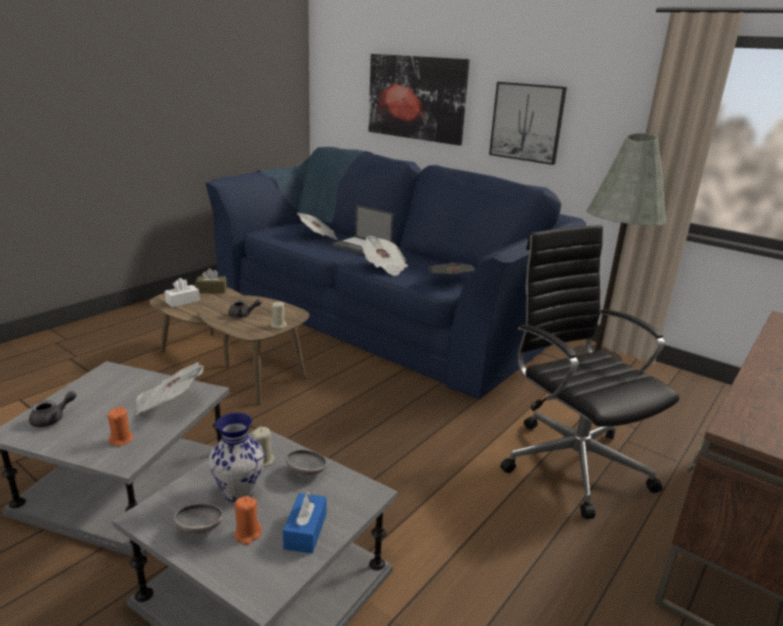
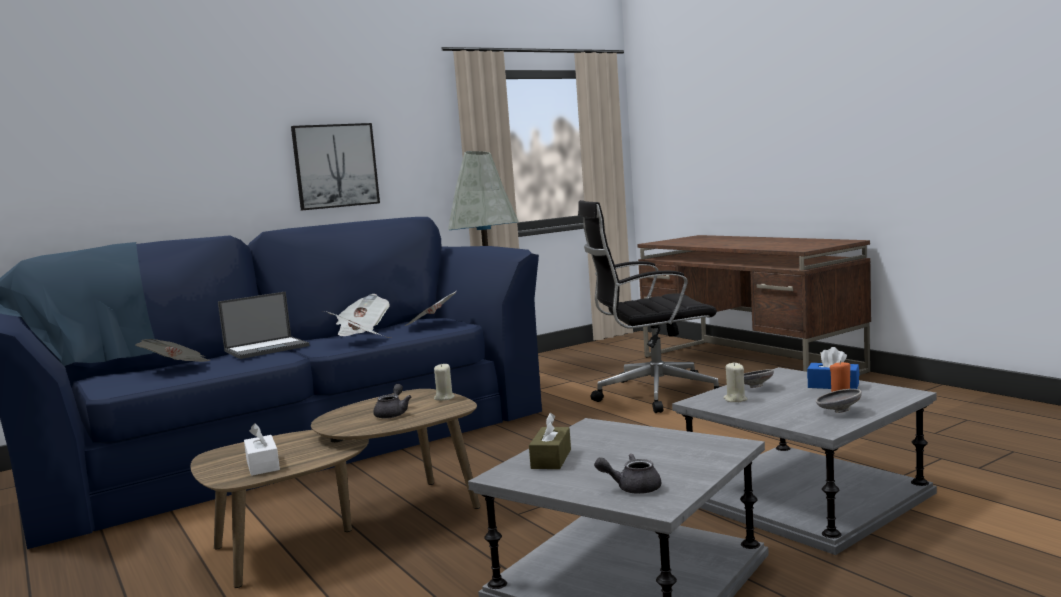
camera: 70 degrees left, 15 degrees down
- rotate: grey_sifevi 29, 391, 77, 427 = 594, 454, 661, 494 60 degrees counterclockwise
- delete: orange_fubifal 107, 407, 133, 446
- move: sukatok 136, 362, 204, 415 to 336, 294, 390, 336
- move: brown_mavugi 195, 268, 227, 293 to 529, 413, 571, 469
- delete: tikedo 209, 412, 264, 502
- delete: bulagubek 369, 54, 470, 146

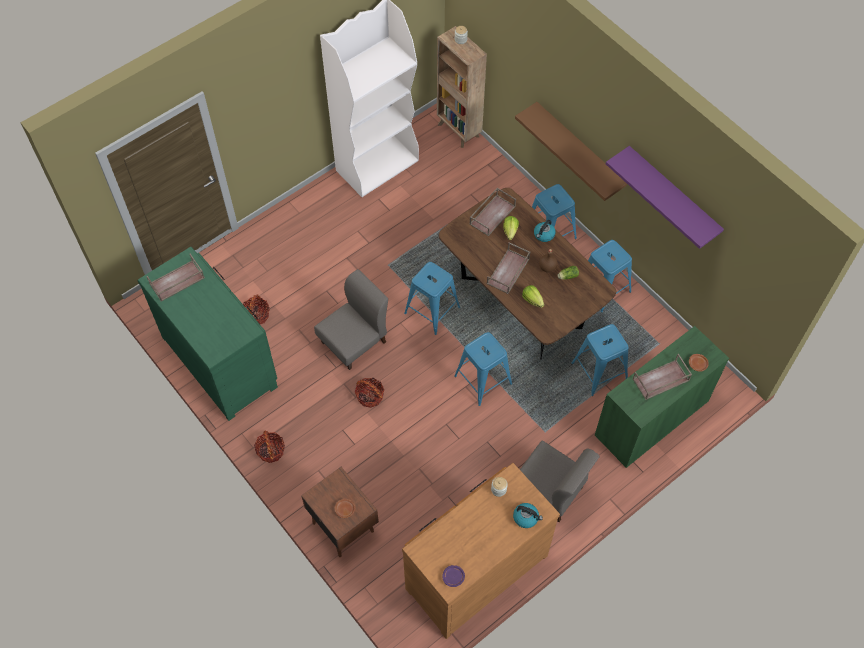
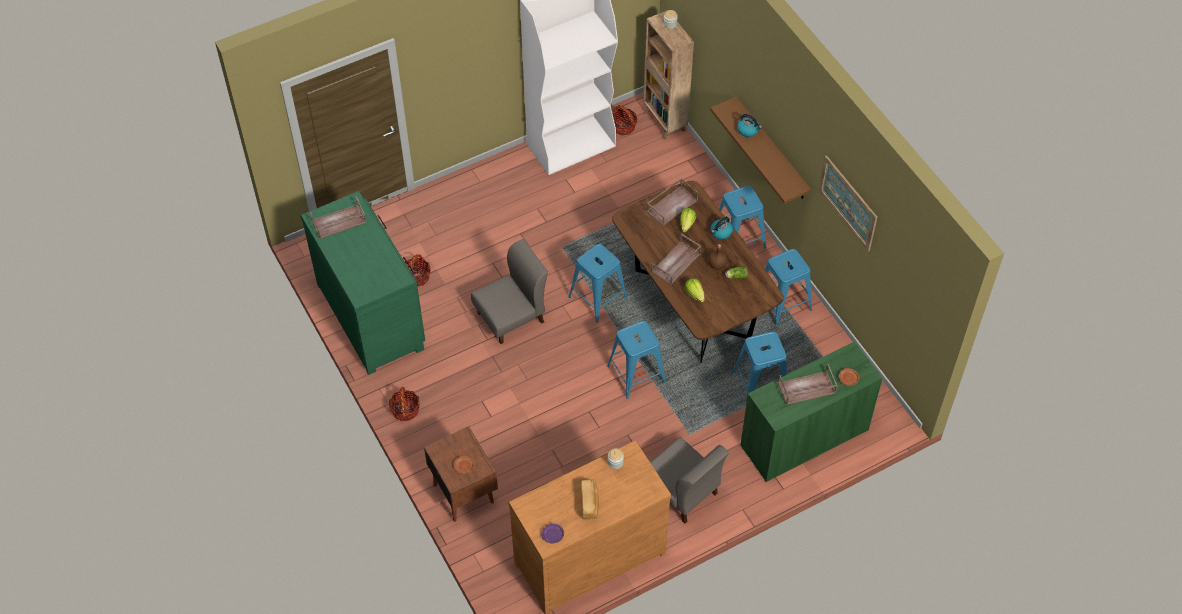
camera: 10 degrees right, 5 degrees down
- move: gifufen 355, 378, 384, 408 to 612, 105, 638, 135
- move: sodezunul 513, 503, 543, 528 to 737, 114, 762, 137
- replace: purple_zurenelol 606, 146, 724, 249 to bulagubek 819, 155, 877, 251
- insert: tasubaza 580, 479, 599, 520

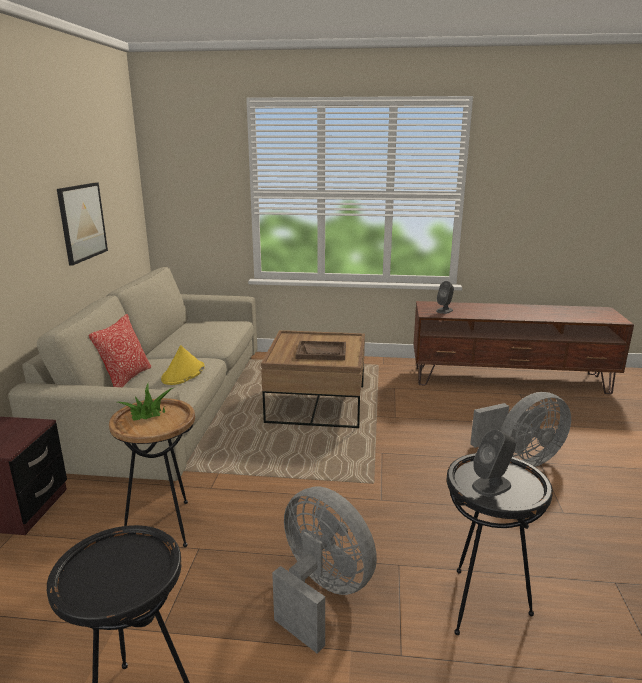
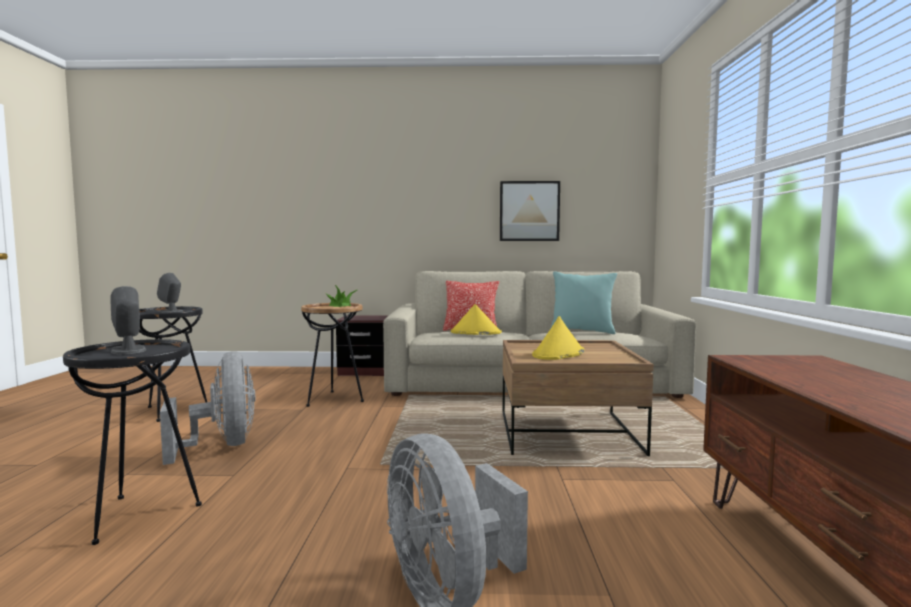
camera: 85 degrees right, 15 degrees down
- rotate: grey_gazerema 272, 487, 377, 654 = 160, 351, 255, 465 60 degrees counterclockwise
- replace: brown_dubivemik 296, 341, 346, 360 to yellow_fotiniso 532, 316, 585, 360
- move: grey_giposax 436, 281, 454, 314 to 157, 273, 183, 313
- insert: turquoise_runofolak 550, 271, 617, 334

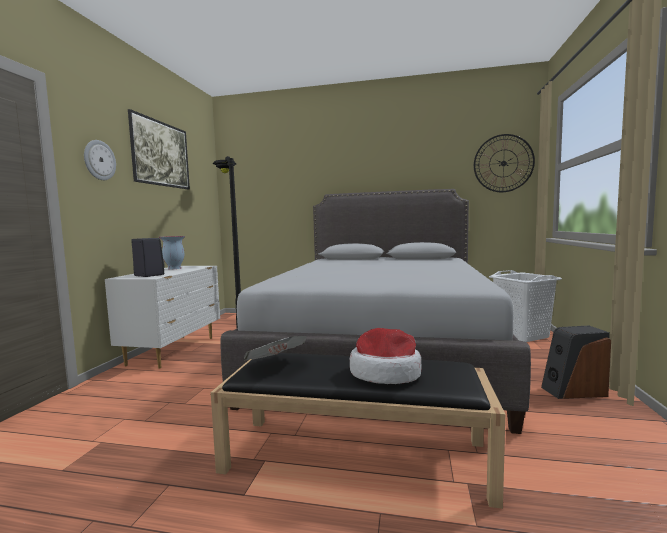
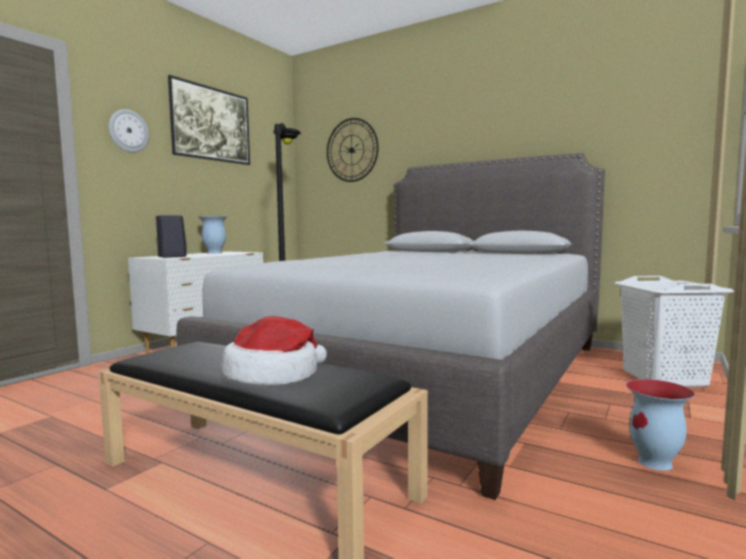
camera: 20 degrees right, 0 degrees up
- delete: sukatok 244, 336, 307, 360
- move: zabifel 474, 134, 535, 192 to 327, 118, 378, 182
- replace: giposax 541, 326, 611, 399 to tikedo 626, 379, 695, 471

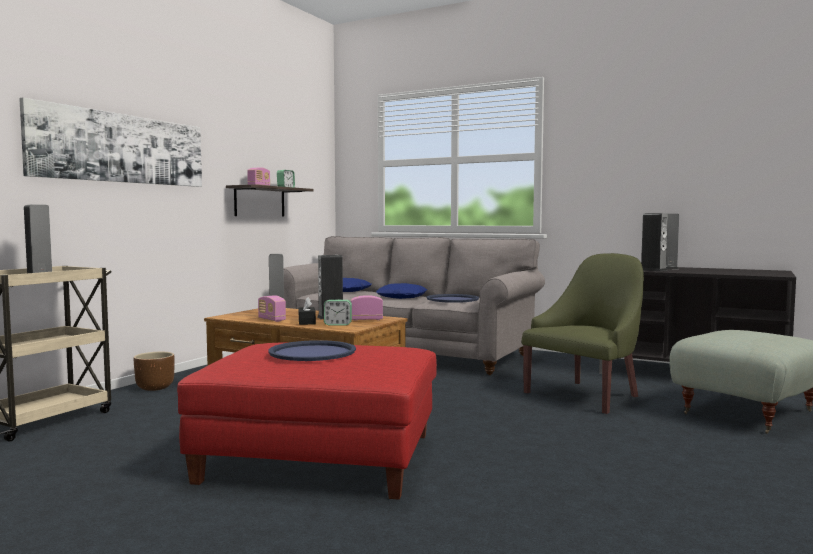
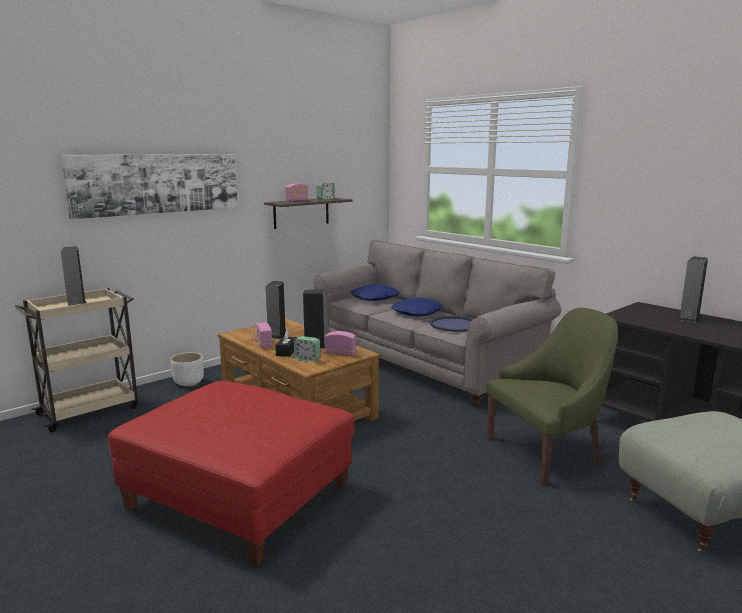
camera: 20 degrees right, 10 degrees up
- recolor: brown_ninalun 134, 352, 175, 391 to white_ninalun 170, 352, 204, 386
- delete: blue_dubivemik 269, 340, 356, 361
- delete: giposax 641, 213, 668, 271

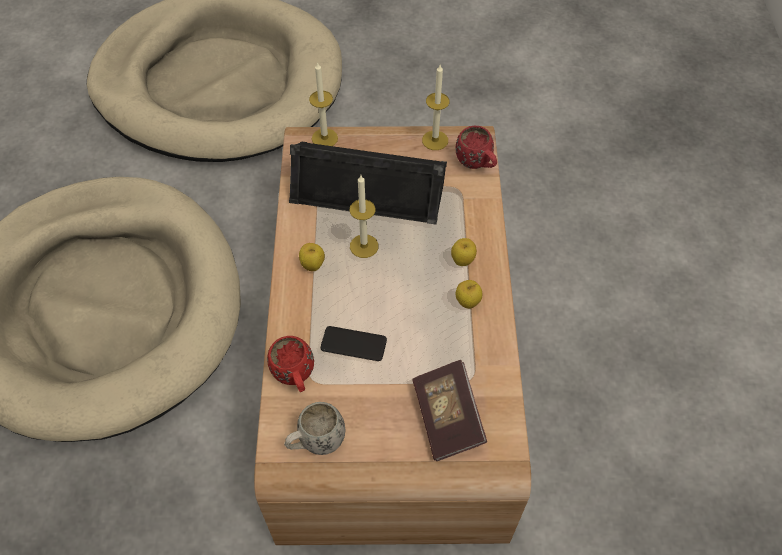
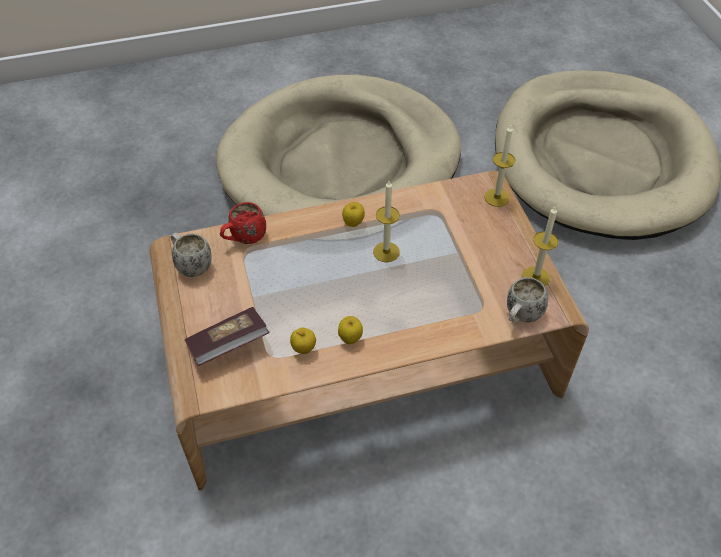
camera: 75 degrees right, 5 degrees down
- delete: black_giposax 289, 142, 447, 225
- delete: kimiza 321, 326, 387, 361
- move: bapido 451, 238, 477, 266 to 290, 328, 316, 354
- recolor: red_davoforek 456, 126, 497, 169 to white_davoforek 507, 277, 548, 322

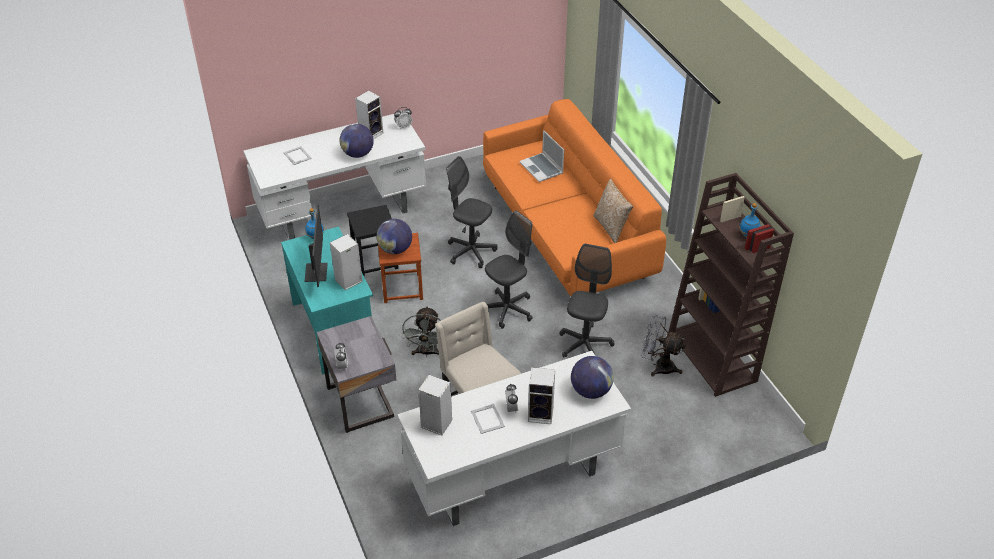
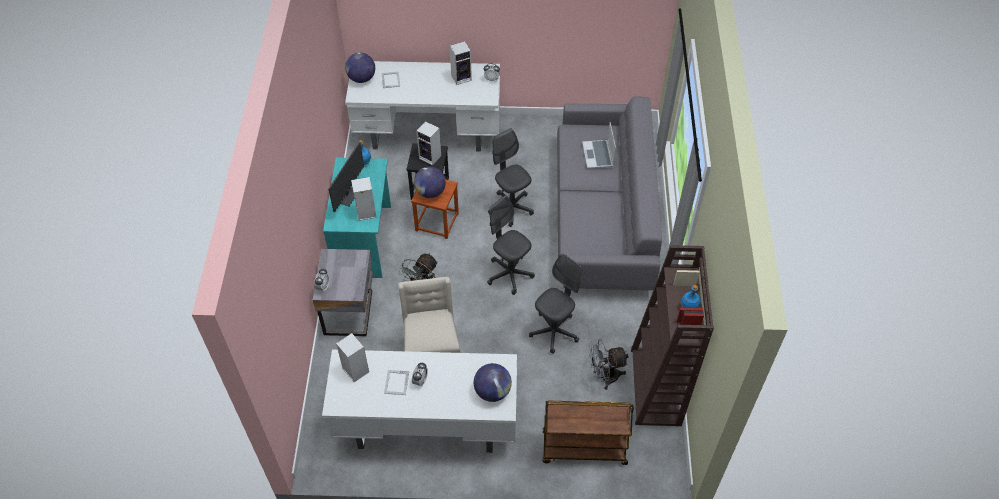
camera: 25 degrees right, 10 degrees up
- move: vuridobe 340, 124, 374, 158 to 345, 53, 375, 83
- recolor: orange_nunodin 483, 99, 666, 297 to grey_nunodin 557, 97, 662, 290
- rotate: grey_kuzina 485, 211, 533, 329 = 487, 196, 535, 295 120 degrees counterclockwise
- move: giposax 528, 367, 555, 424 to 416, 121, 441, 165
- delete: runofolak 593, 179, 633, 243
- rotate: grey_gazerema 641, 315, 686, 376 = 589, 339, 628, 390 60 degrees counterclockwise
- insert: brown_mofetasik 543, 400, 634, 465

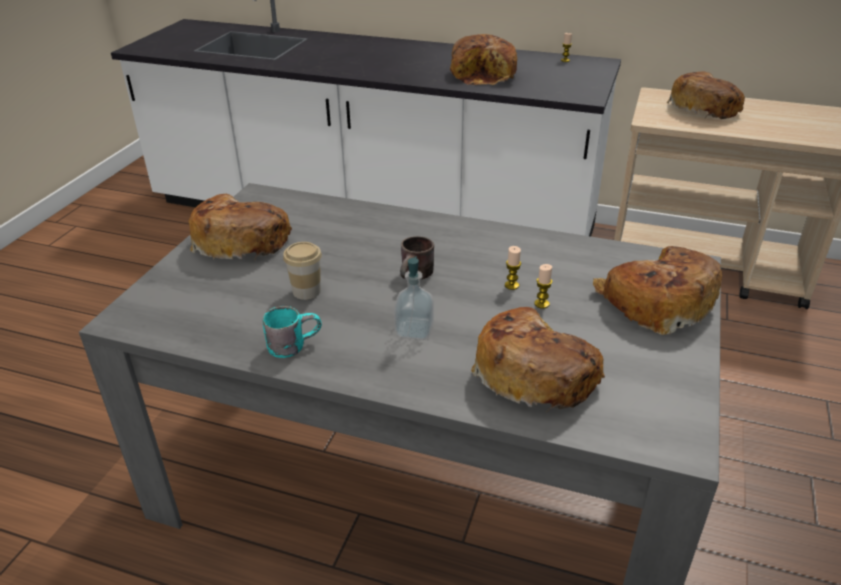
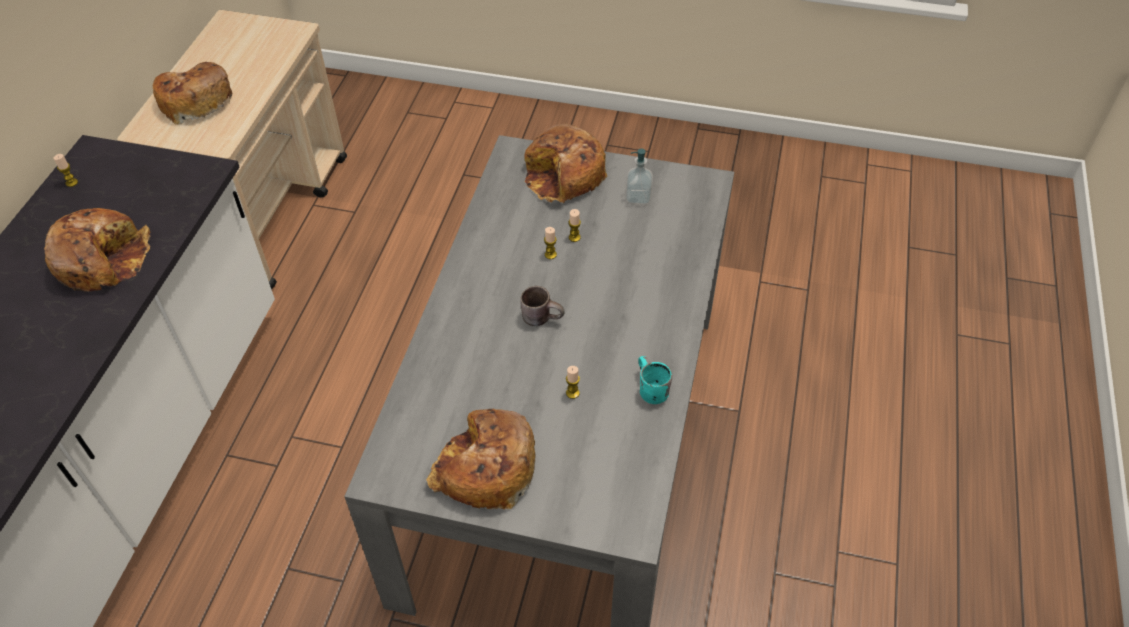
camera: 95 degrees left, 15 degrees up
- replace: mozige 283, 242, 322, 300 to fubifal 566, 366, 580, 399
- move: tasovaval 394, 257, 434, 340 to 625, 149, 653, 205
- delete: tasubaza 471, 307, 605, 414

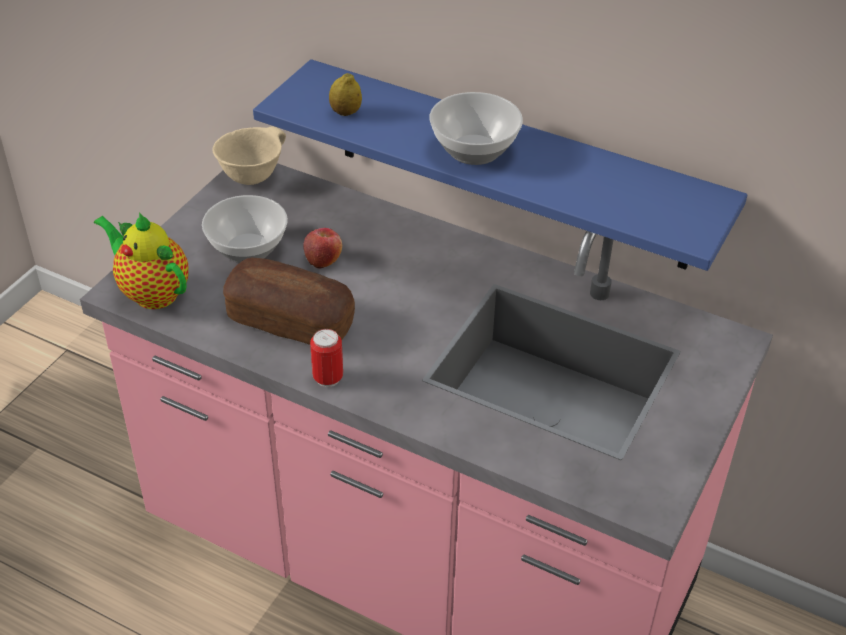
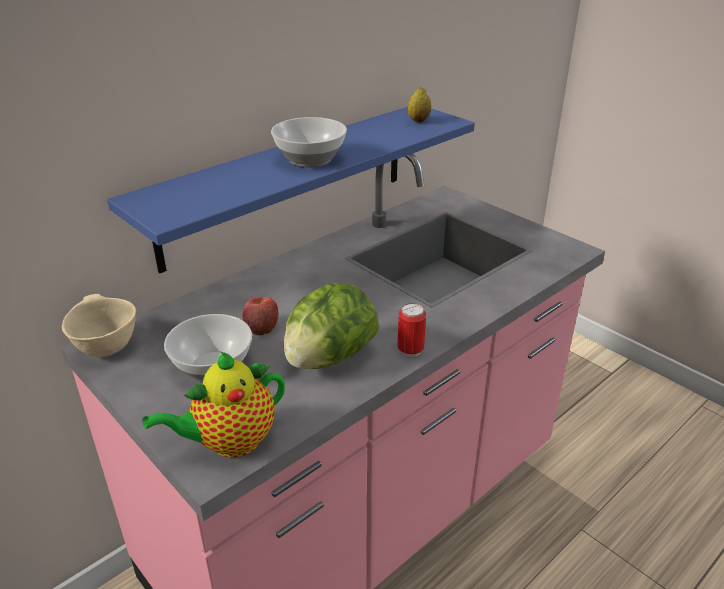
camera: 70 degrees left, 10 degrees down
- replace: tasubaza 223, 258, 355, 345 to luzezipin 283, 283, 379, 369
- move: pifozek 329, 73, 362, 116 to 408, 87, 431, 123

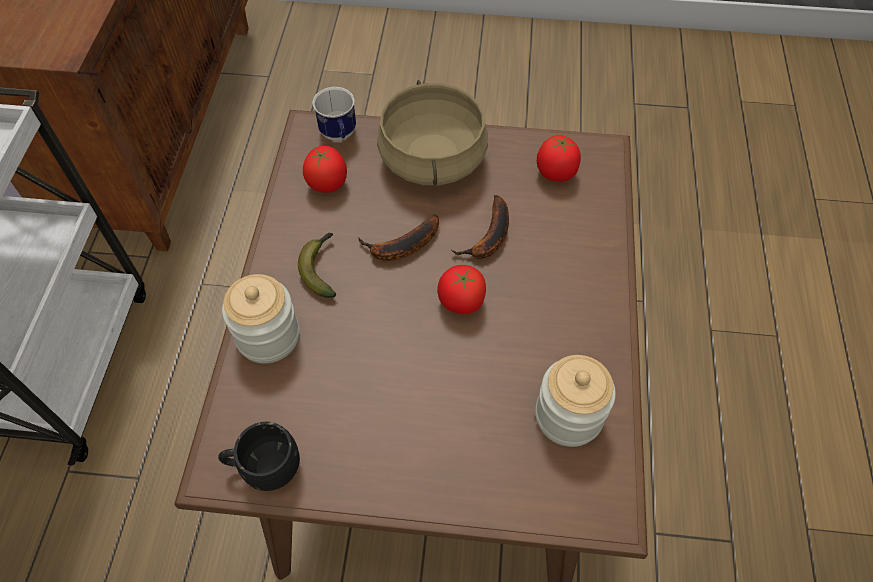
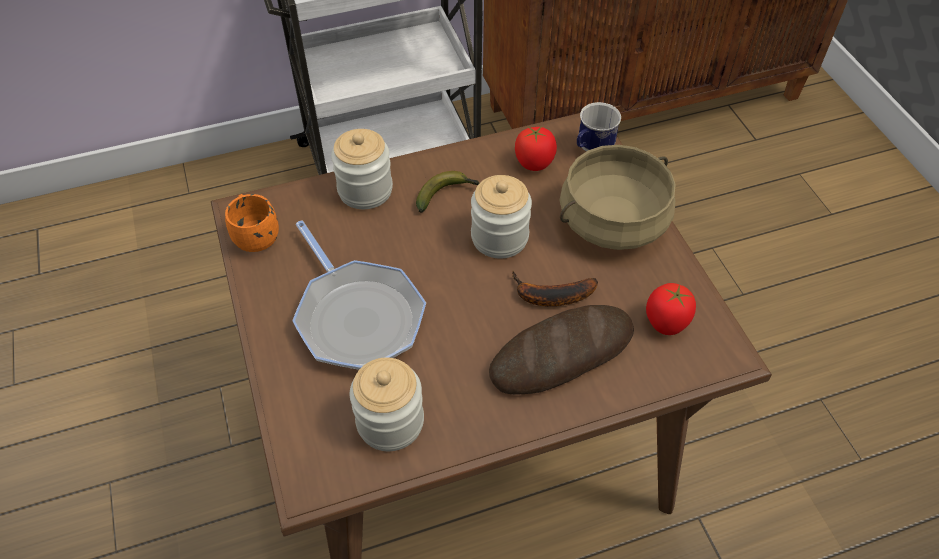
camera: 65 degrees right, 5 degrees down
- recolor: black_davoforek 218, 421, 300, 491 to orange_davoforek 225, 194, 279, 252
- replace: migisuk 358, 214, 439, 261 to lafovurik 471, 175, 532, 258
- delete: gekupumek 437, 265, 486, 314
- insert: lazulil 292, 221, 426, 370
- insert: tasubaza 489, 305, 634, 394

